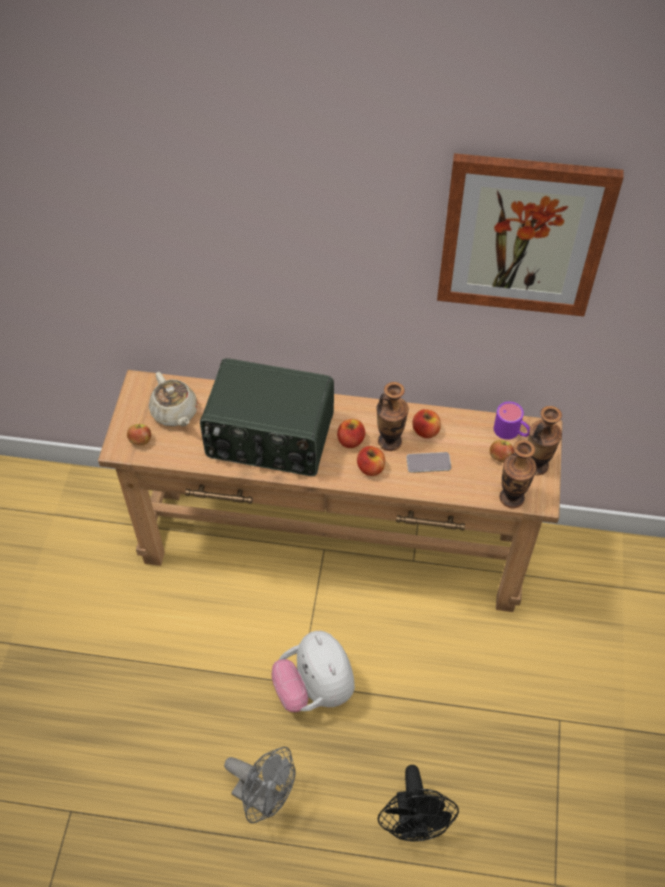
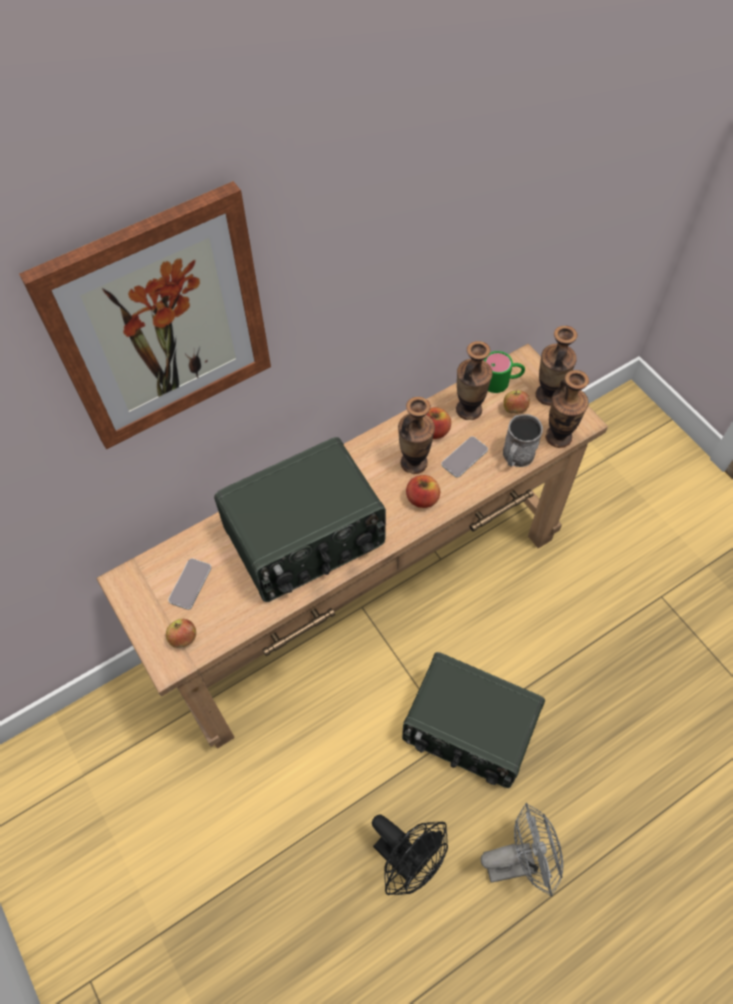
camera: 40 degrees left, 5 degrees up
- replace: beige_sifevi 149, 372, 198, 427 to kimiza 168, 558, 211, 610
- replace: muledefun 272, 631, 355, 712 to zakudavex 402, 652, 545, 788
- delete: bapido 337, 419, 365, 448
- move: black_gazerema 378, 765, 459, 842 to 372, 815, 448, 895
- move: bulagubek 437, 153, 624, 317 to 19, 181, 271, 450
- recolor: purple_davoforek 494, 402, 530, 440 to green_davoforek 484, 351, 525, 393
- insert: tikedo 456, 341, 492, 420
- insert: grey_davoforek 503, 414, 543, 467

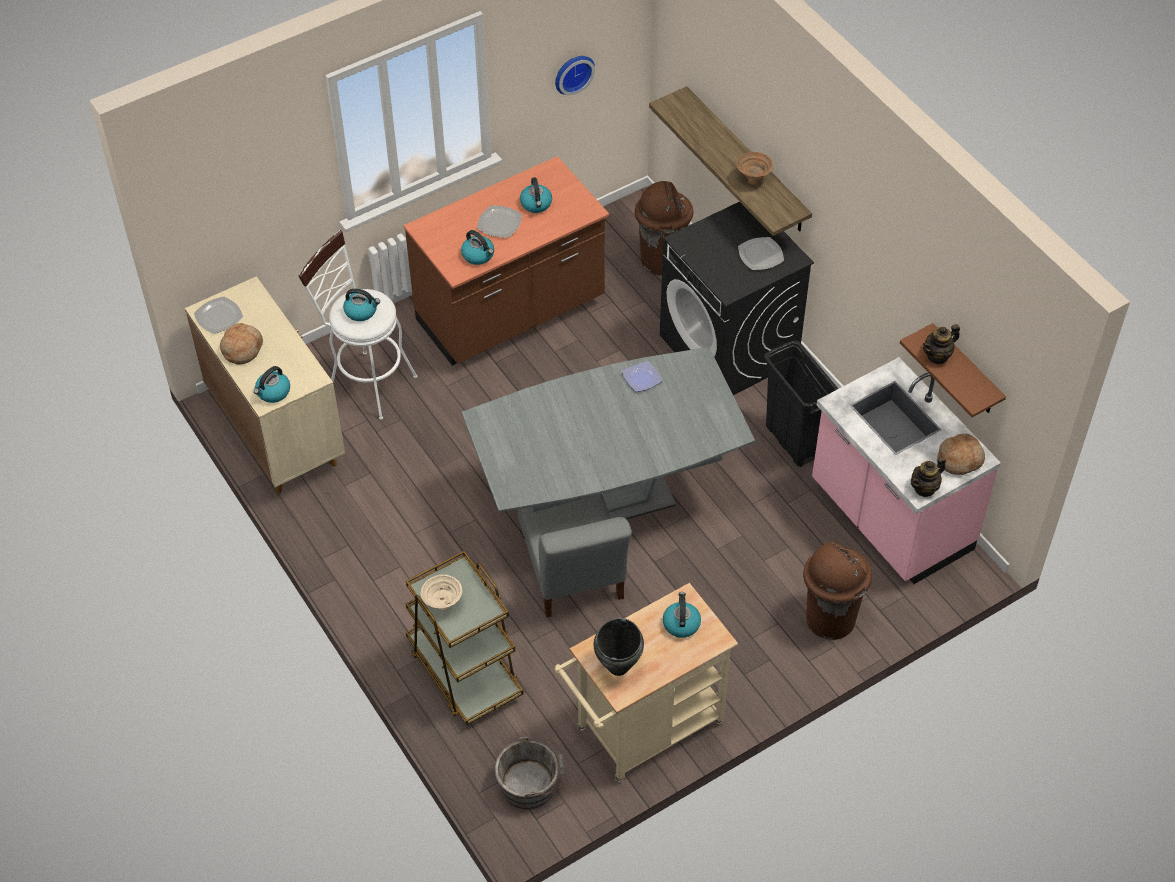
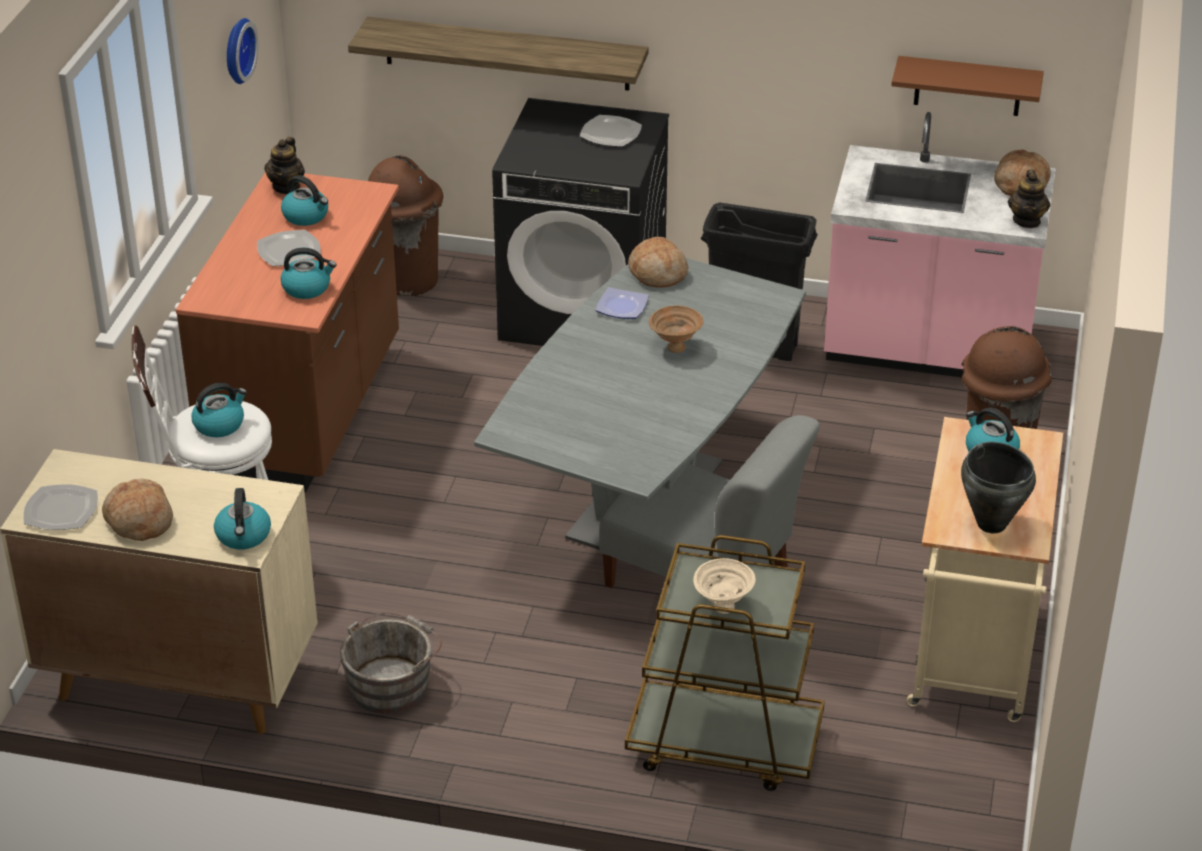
camera: 45 degrees left, 15 degrees down
- move: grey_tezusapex 495, 737, 566, 810 to 340, 612, 442, 714
- move: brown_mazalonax 736, 152, 773, 185 to 649, 306, 704, 353
- move: sifevi 922, 324, 960, 364 to 264, 137, 305, 194
- insert: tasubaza 628, 237, 688, 288

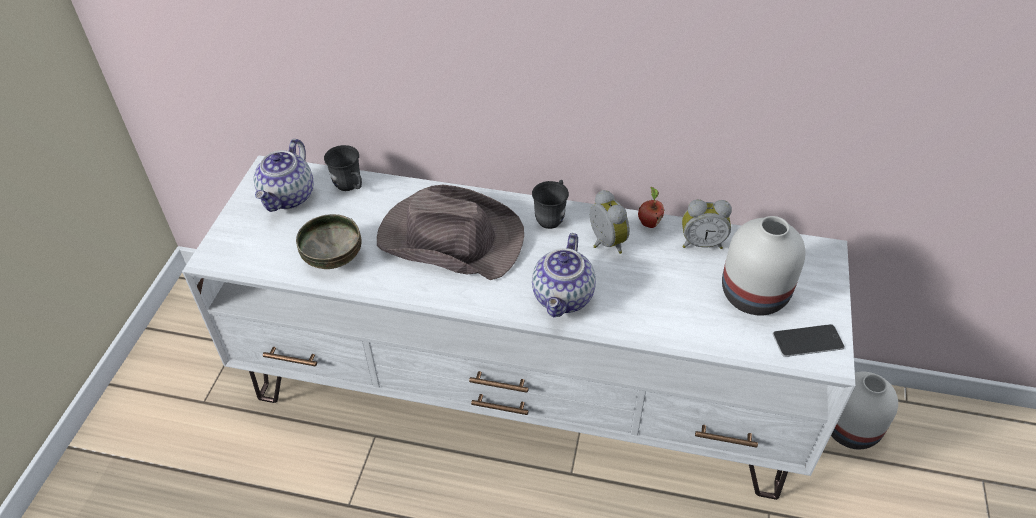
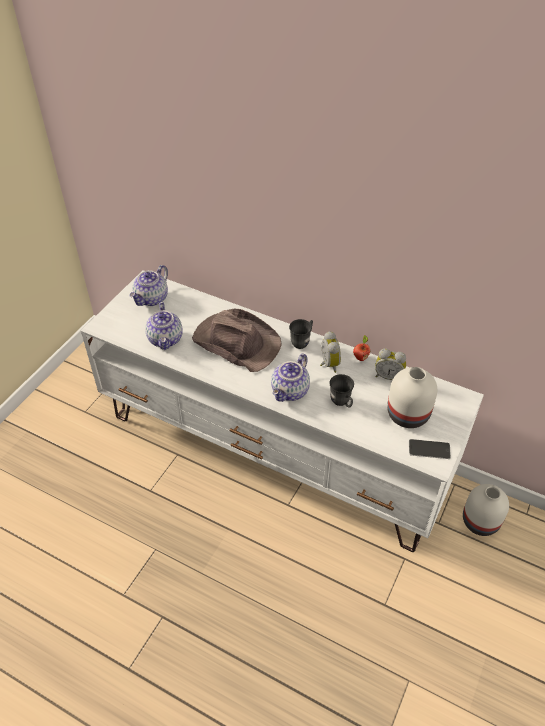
camera: 15 degrees right, 0 degrees up
- replace: mazalonax 296, 214, 362, 269 to sifevi 145, 302, 183, 350
- move: grey_davoforek 324, 145, 362, 191 to 329, 374, 354, 408

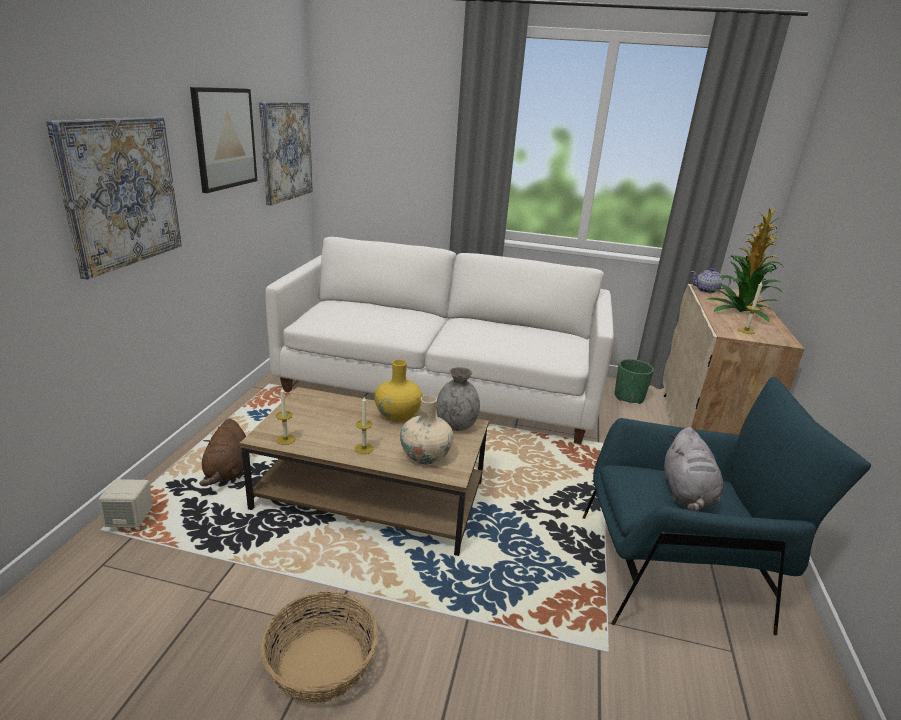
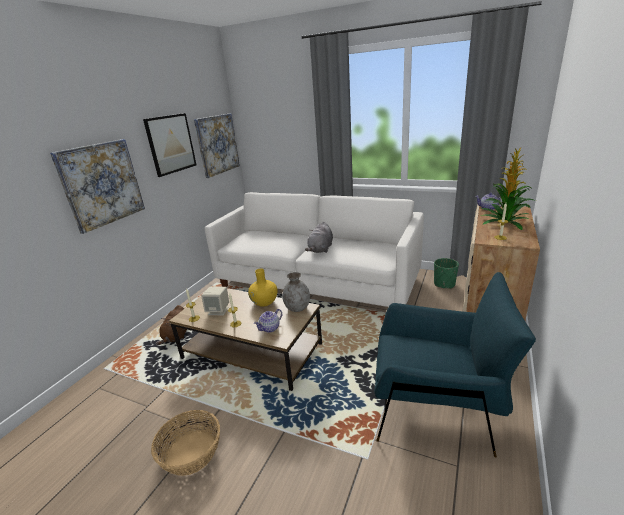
camera: 15 degrees right, 0 degrees up
- move: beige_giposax 99, 479, 153, 527 to 201, 287, 229, 315
- replace: beige_tikedo 400, 395, 453, 464 to sifevi 254, 309, 282, 333
- move: grey_muledefun 664, 427, 723, 511 to 305, 222, 333, 253

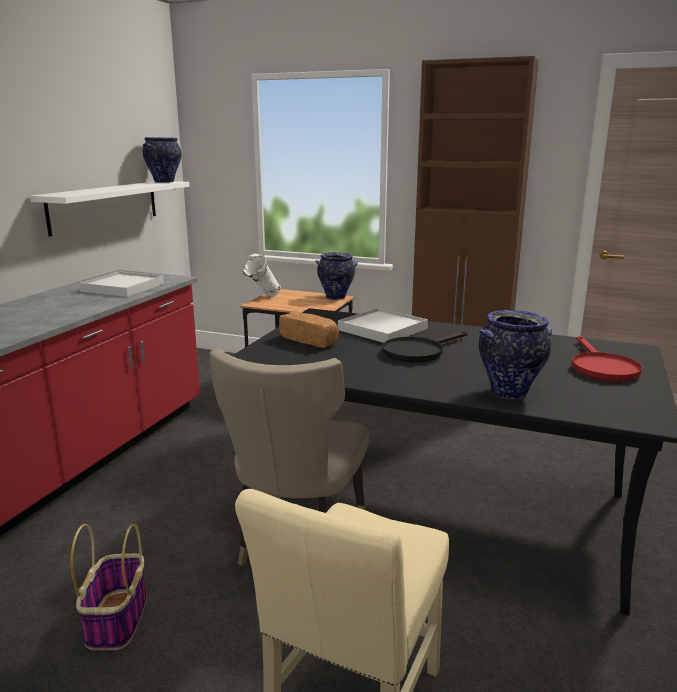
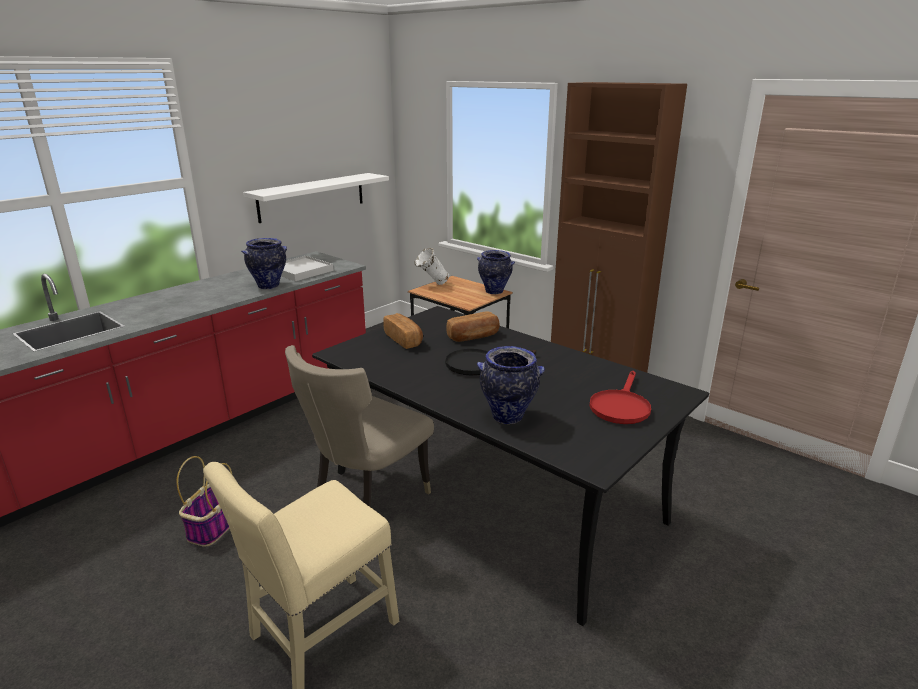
camera: 20 degrees right, 5 degrees up
- move: tikedo 143, 137, 181, 183 to 241, 238, 287, 289
- replace: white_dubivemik 338, 308, 428, 343 to tasubaza 446, 312, 500, 342

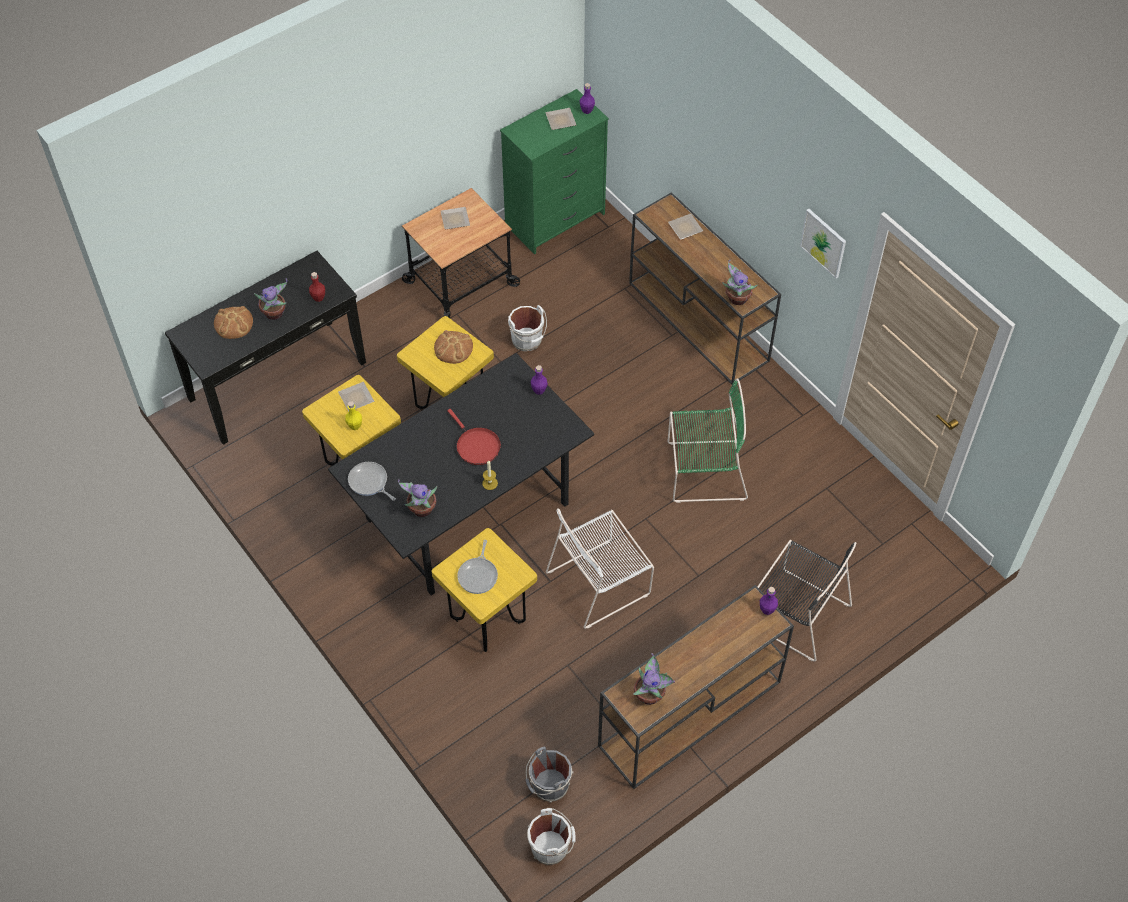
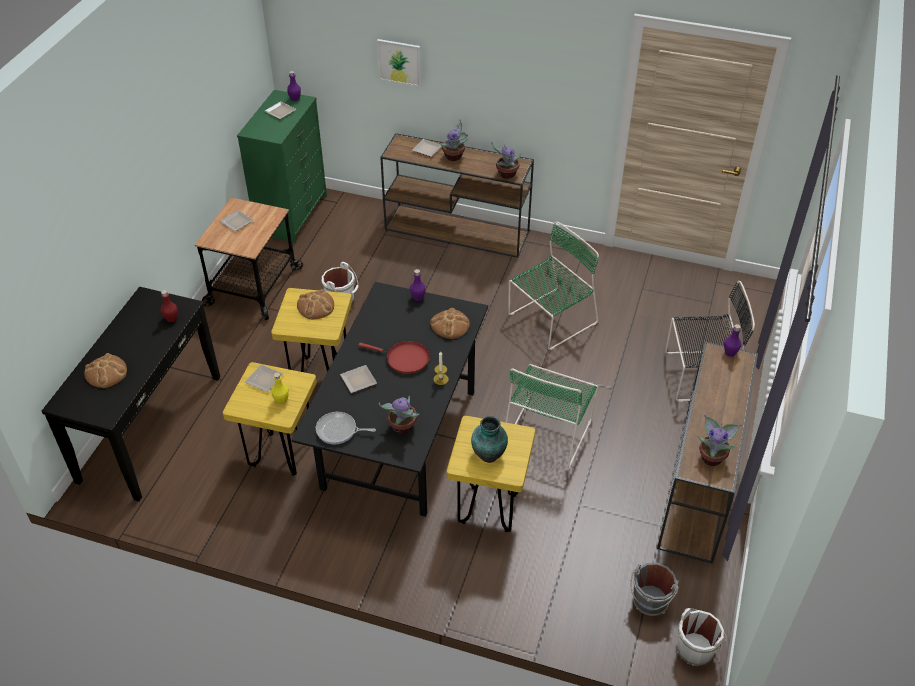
camera: 35 degrees left, 10 degrees down
- move: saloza 254, 279, 287, 320 to 439, 119, 468, 161
- replace: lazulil 457, 540, 498, 594 to tikedo 471, 416, 508, 463
- recolor: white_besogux 546, 508, 654, 629 to green_besogux 506, 364, 598, 471
- move: bulagubek 800, 209, 846, 278 to 377, 39, 421, 87
- insert: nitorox 340, 365, 377, 393
- insert: tasubaza 430, 308, 470, 339

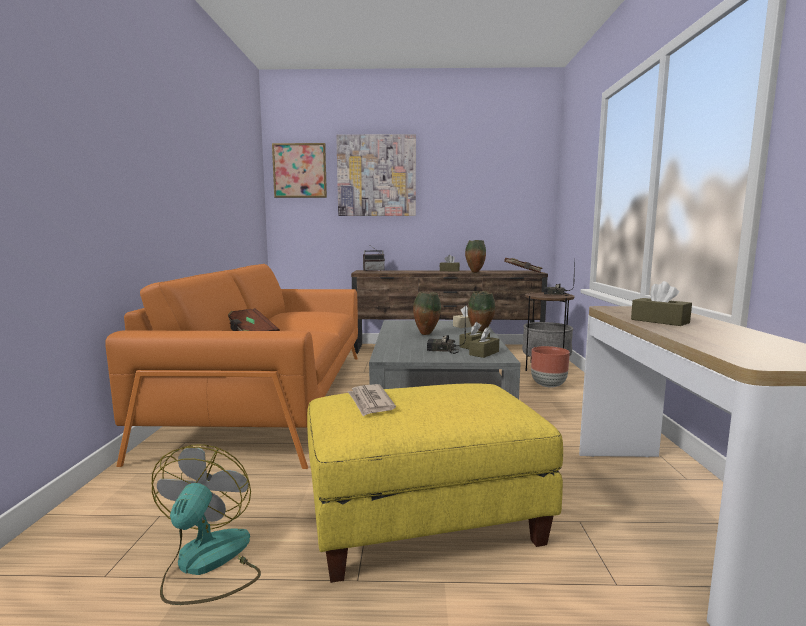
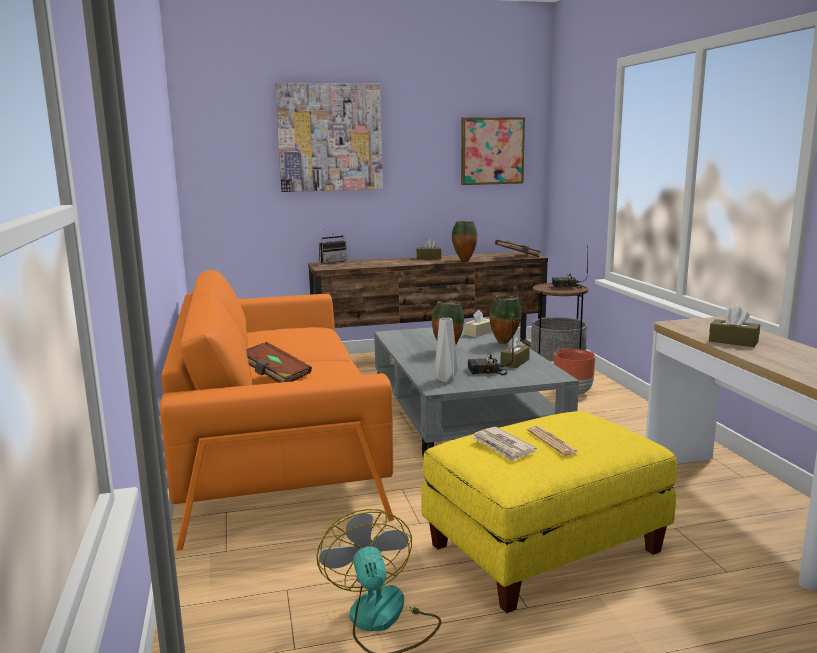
camera: 15 degrees left, 5 degrees up
- move: bulagubek 272, 143, 327, 198 to 461, 117, 525, 185
- delete: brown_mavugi 469, 327, 499, 358
- insert: grey_tikedo 435, 318, 458, 382
- insert: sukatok 527, 426, 578, 455

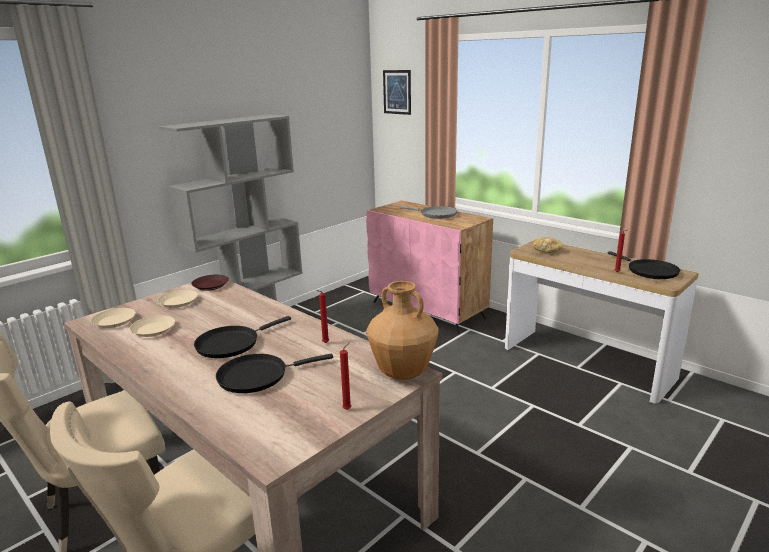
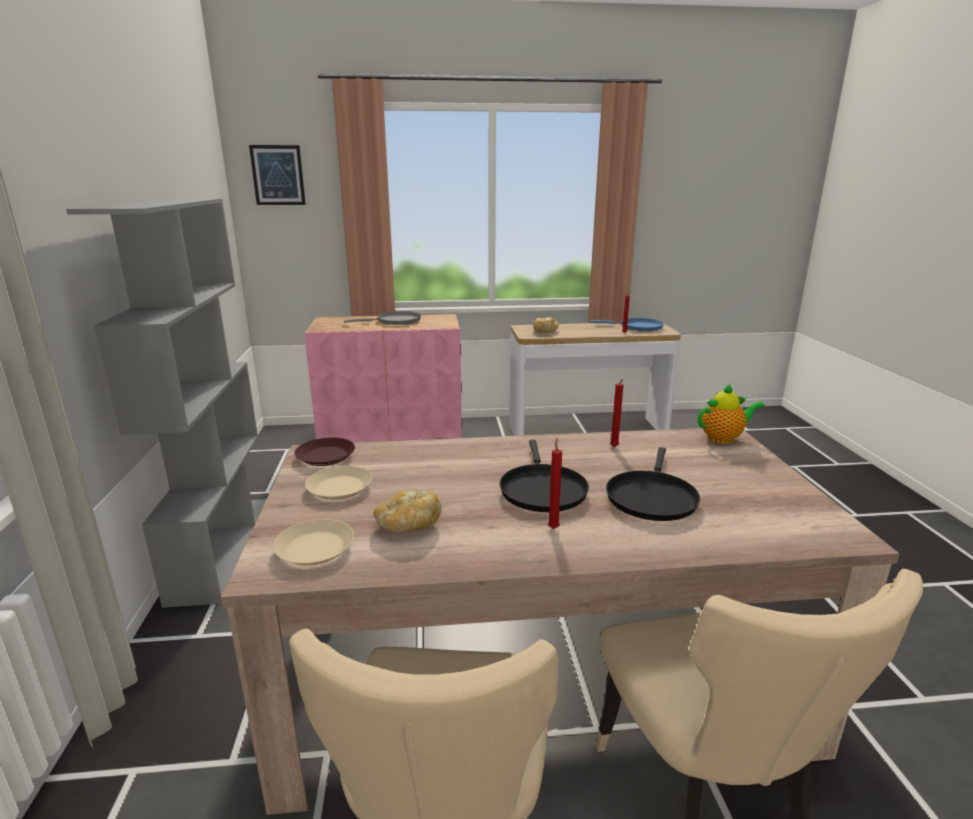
camera: 50 degrees left, 0 degrees up
- replace: beige_nitorox 129, 315, 175, 337 to tasubaza 374, 490, 441, 533
- move: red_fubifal 340, 342, 351, 410 to 548, 438, 562, 529
- replace: brown_tikedo 366, 281, 439, 380 to sifevi 698, 384, 764, 444
- recolor: black_lazulil 607, 251, 680, 279 to blue_lazulil 590, 318, 664, 331

